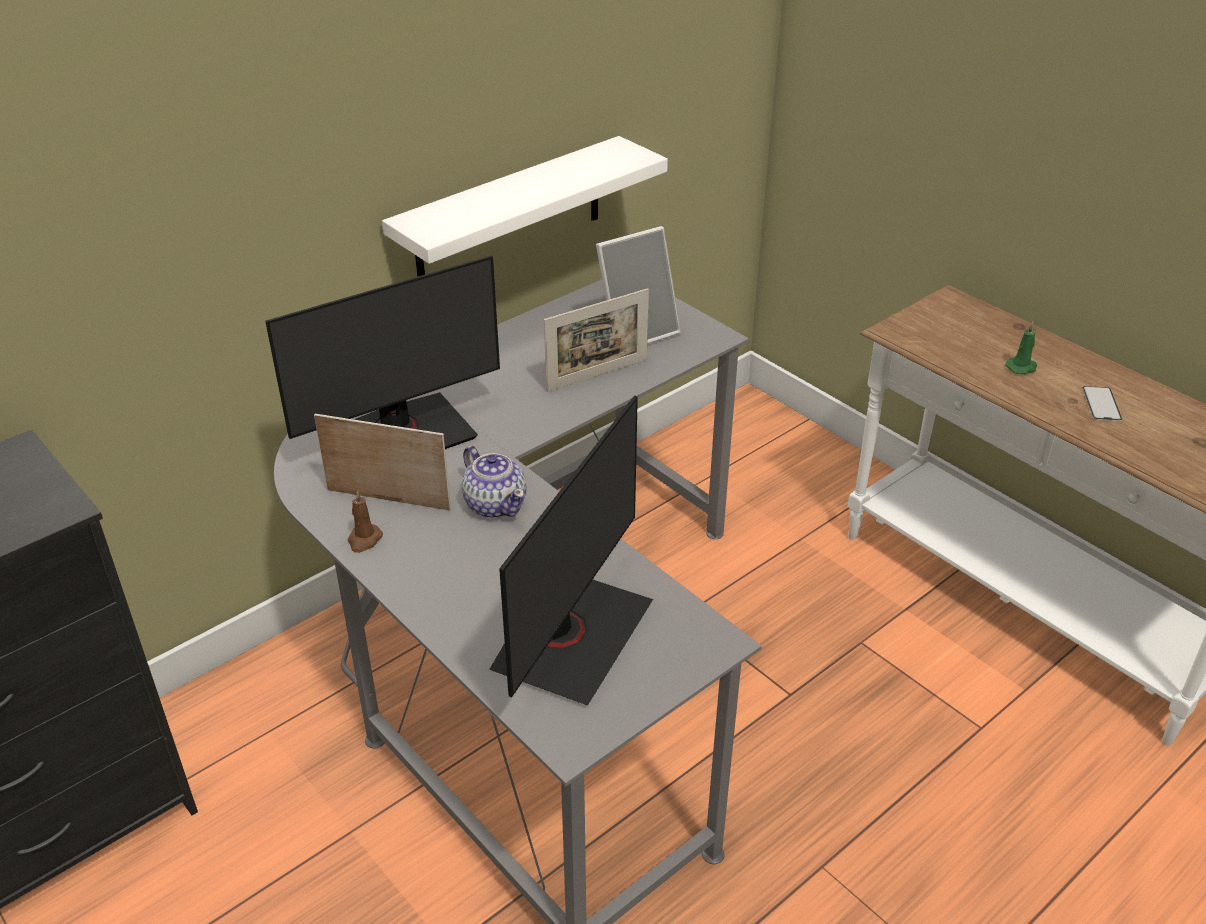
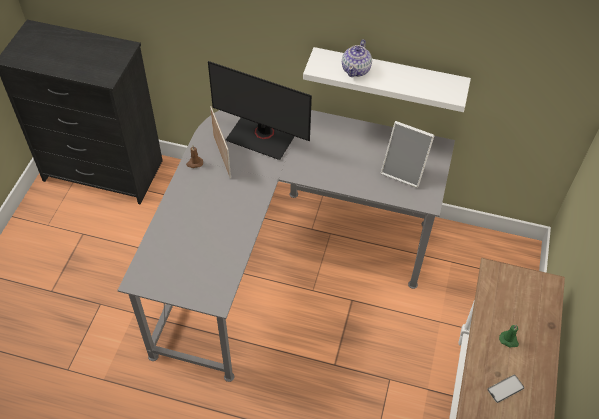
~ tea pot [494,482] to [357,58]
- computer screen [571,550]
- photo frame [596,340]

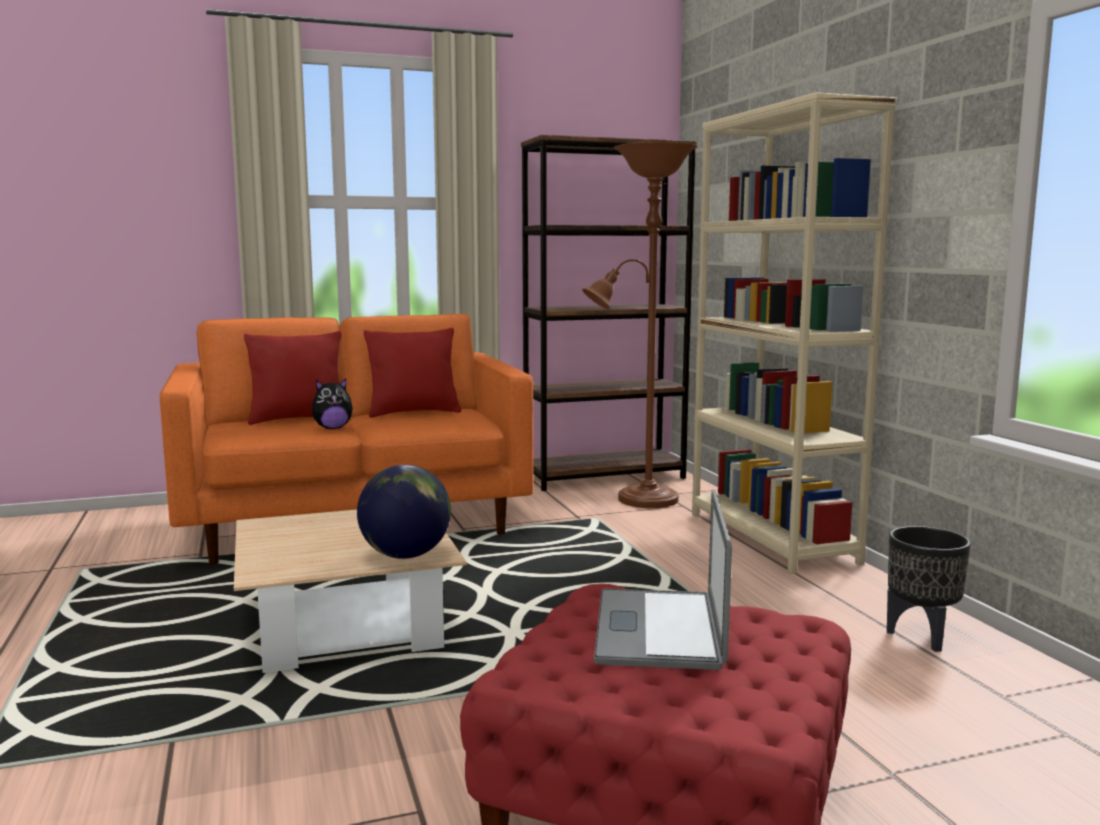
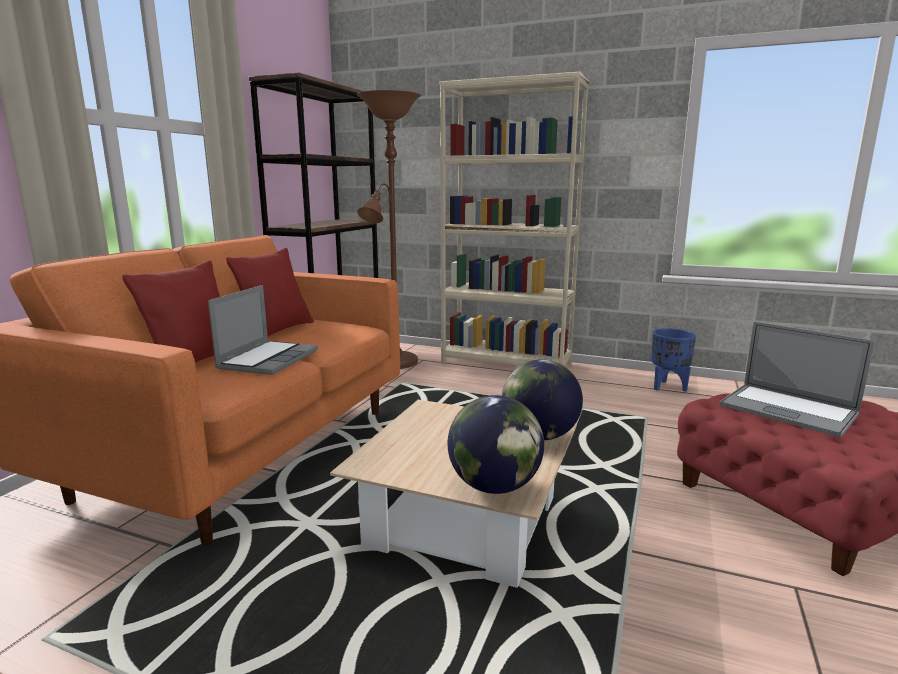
~ plush toy [332,404] to portable computer [263,330]
~ planter (blackish) [929,589] to planter (bluish) [673,359]
+ world globe [496,444]

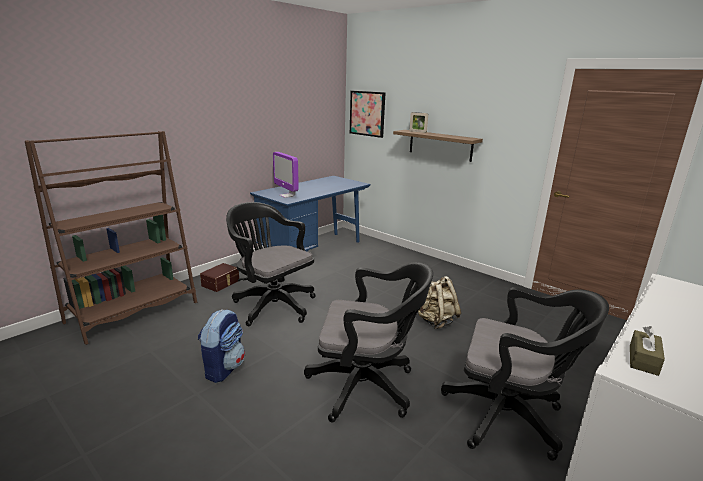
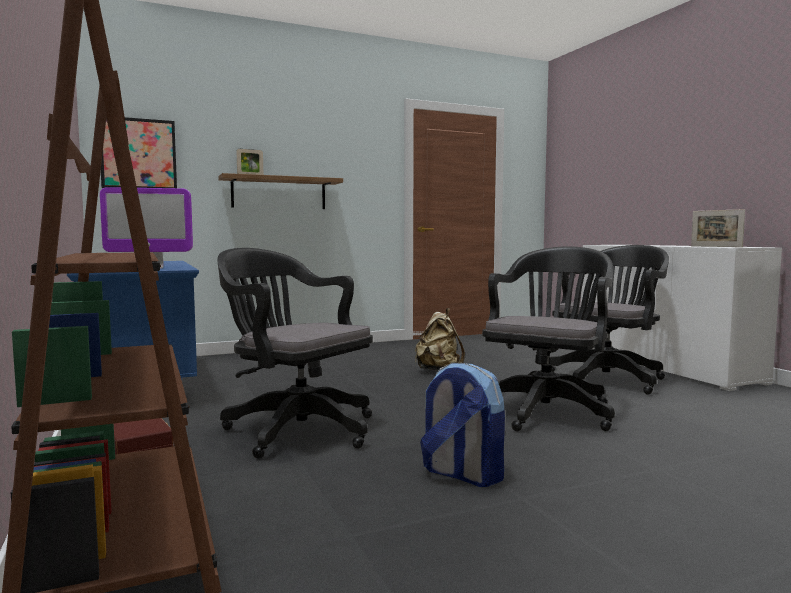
~ office chair (blackish) [271,264] = [295,353] 60 degrees clockwise
~ tissue holder (brown) [647,351] to photo frame [718,228]

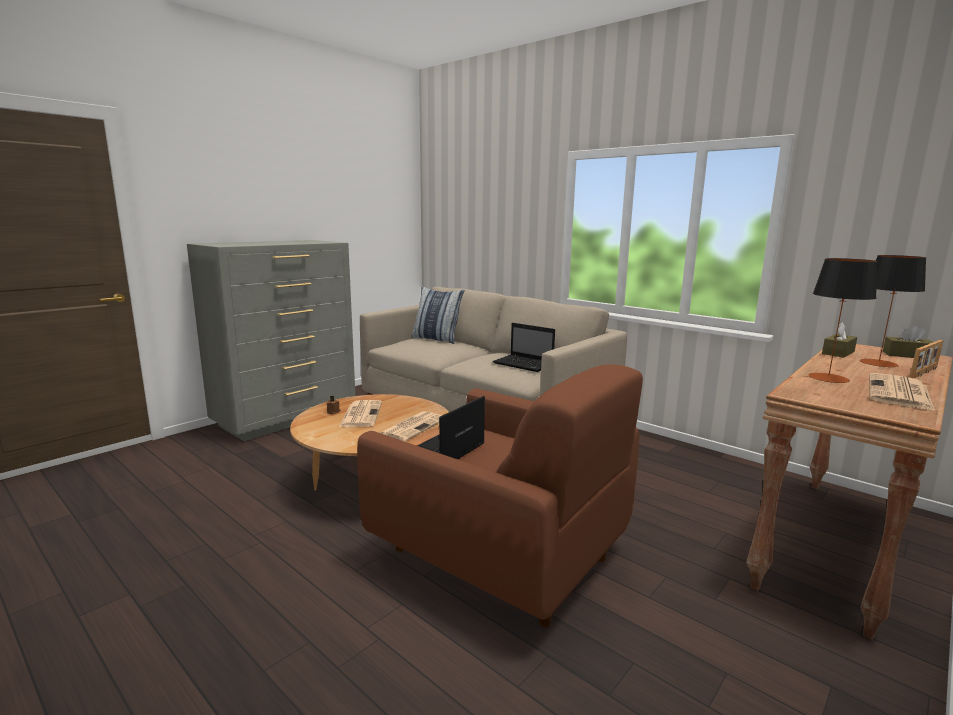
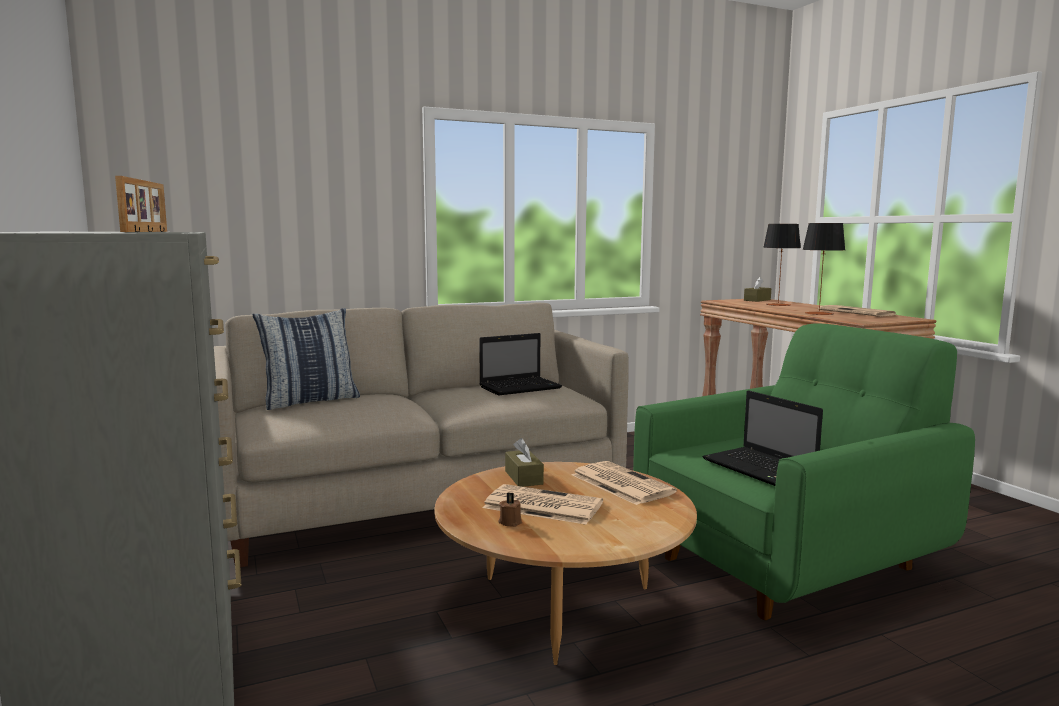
~ lounge chair (brown) [500,495] to lounge chair (green-coloured) [804,471]
~ tissue holder (brown) [839,340] to [524,462]
~ photo frame [927,359] to [141,204]

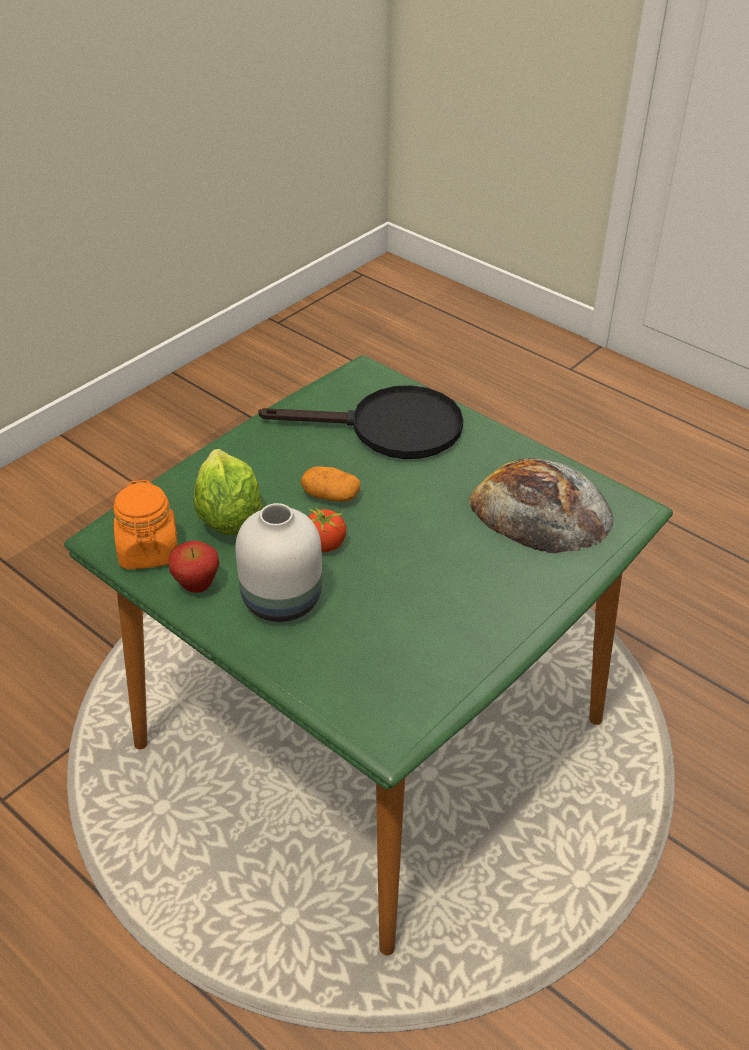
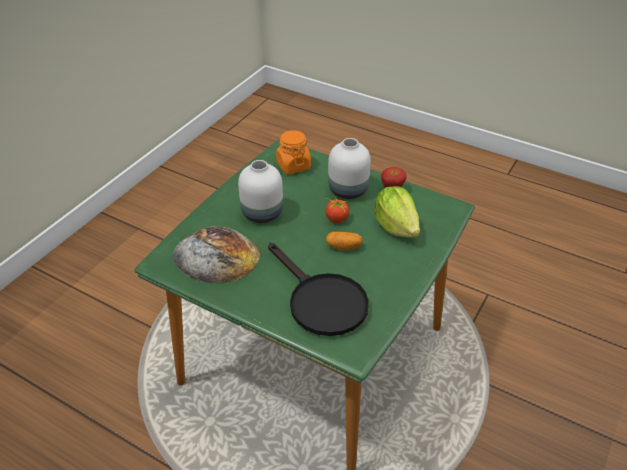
~ jar (orangey) [145,524] to [293,152]
~ pan (blackish) [360,422] = [318,289] 120 degrees counterclockwise
+ decorative vase (whitish) [260,191]

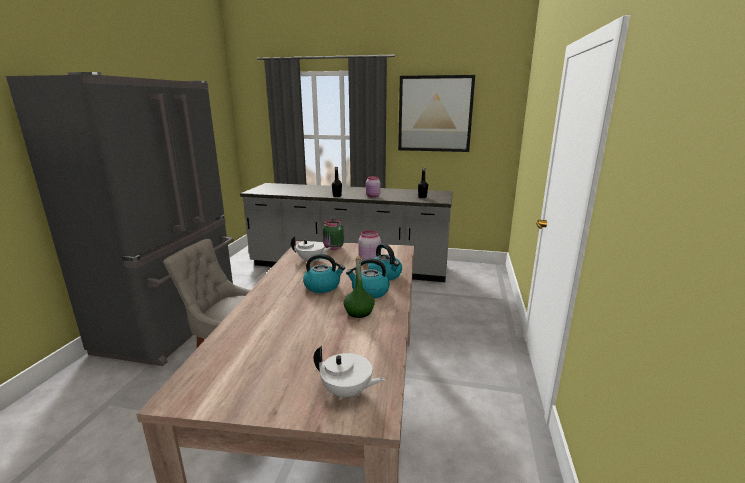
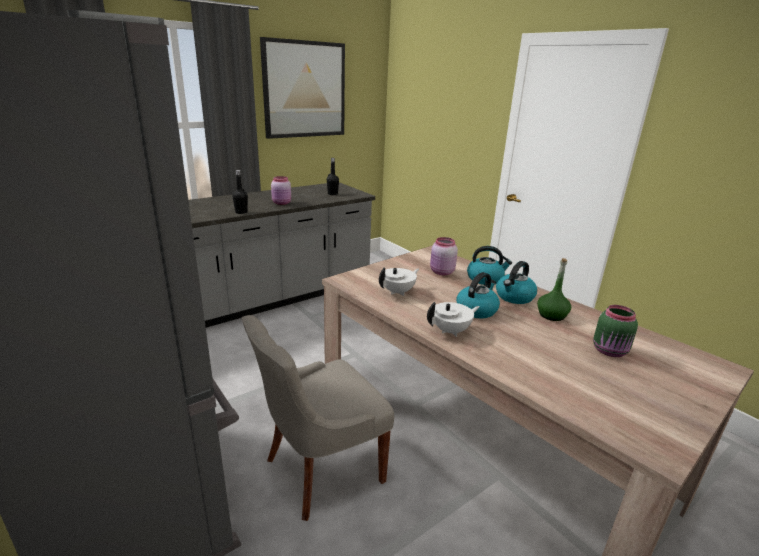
~ tea pot (whitish) [349,373] to [453,319]
~ jar (green-coloured) [333,234] to [615,331]

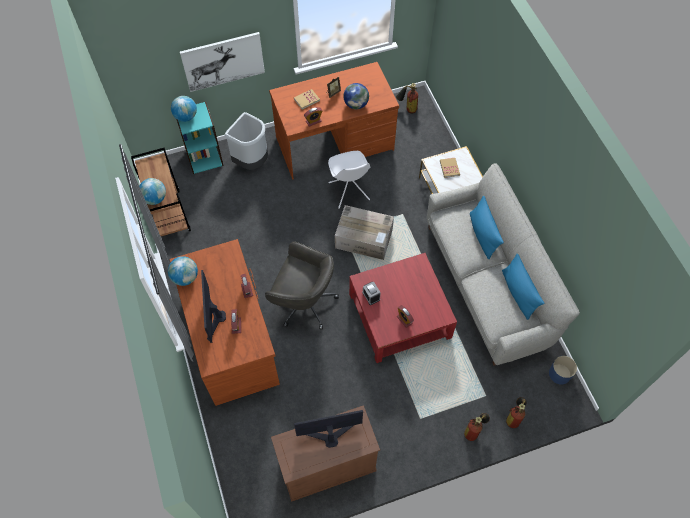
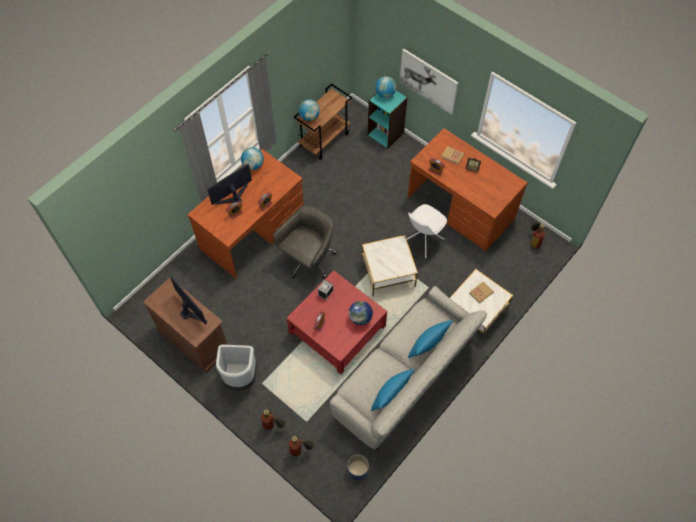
~ waste bin (grey) [246,141] to [236,367]
~ office chair (grey) [302,285] = [305,242] 135 degrees counterclockwise
~ packing box [364,232] to end table [389,265]
~ world globe [356,96] to [361,313]

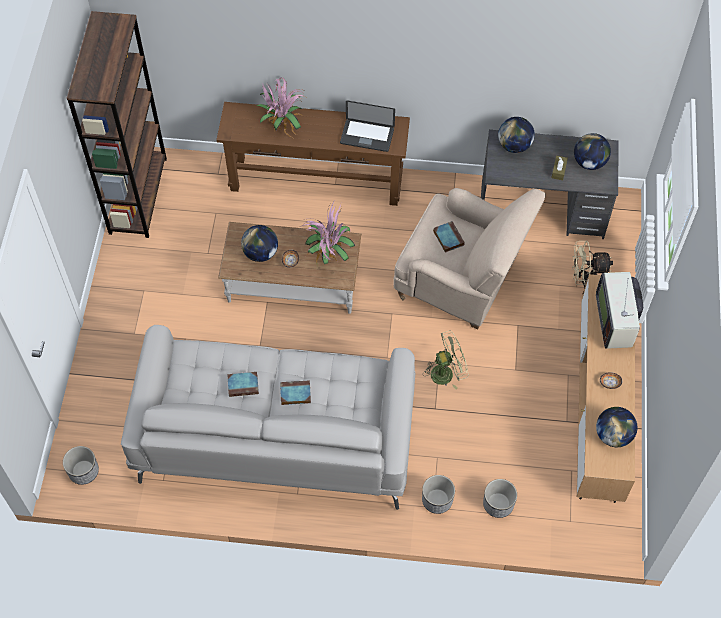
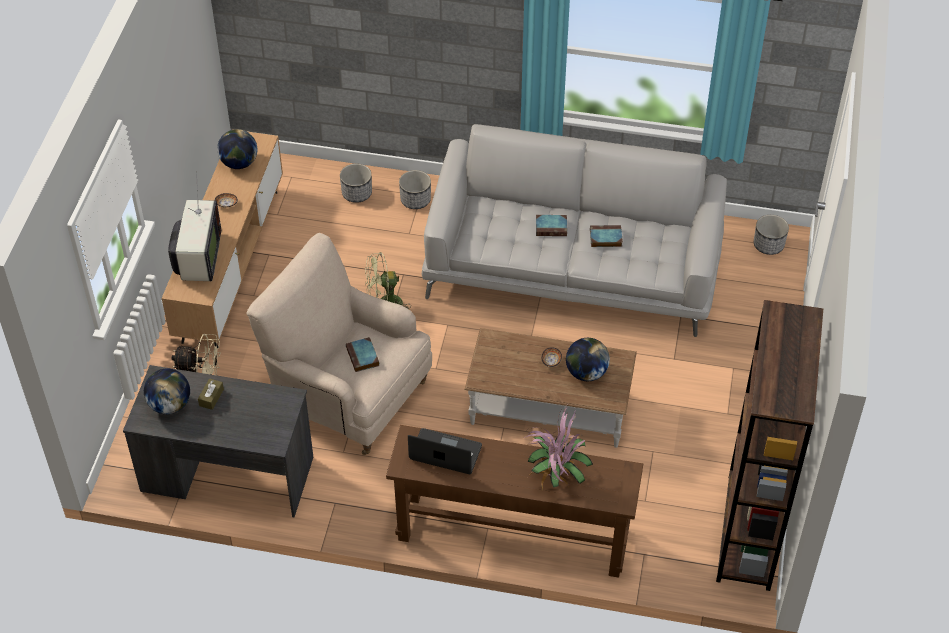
- potted plant [327,233]
- world globe [516,135]

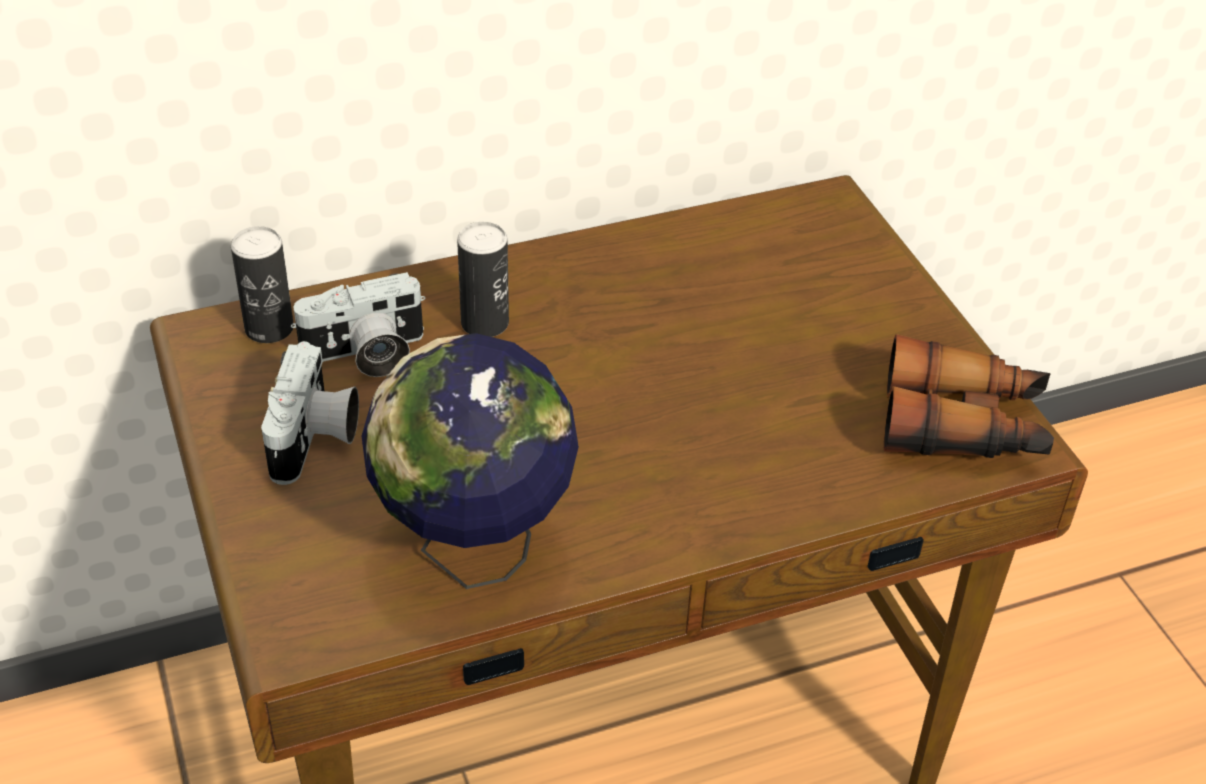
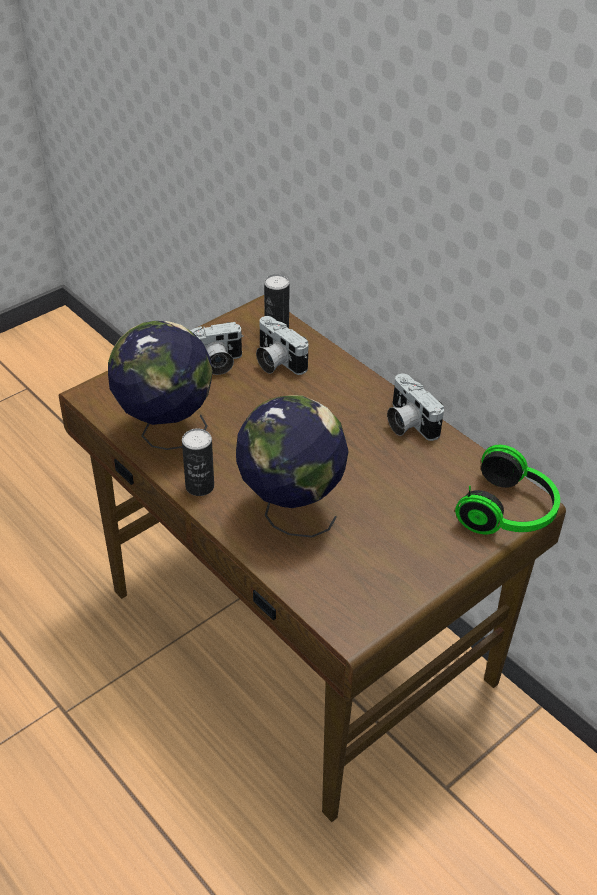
~ sealed can [483,279] to [198,462]
- field glasses [969,396]
+ world globe [292,466]
+ photo camera [415,407]
+ headphones [507,489]

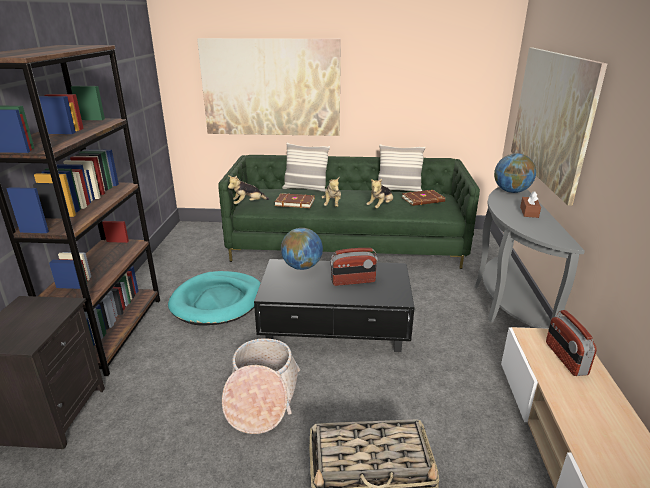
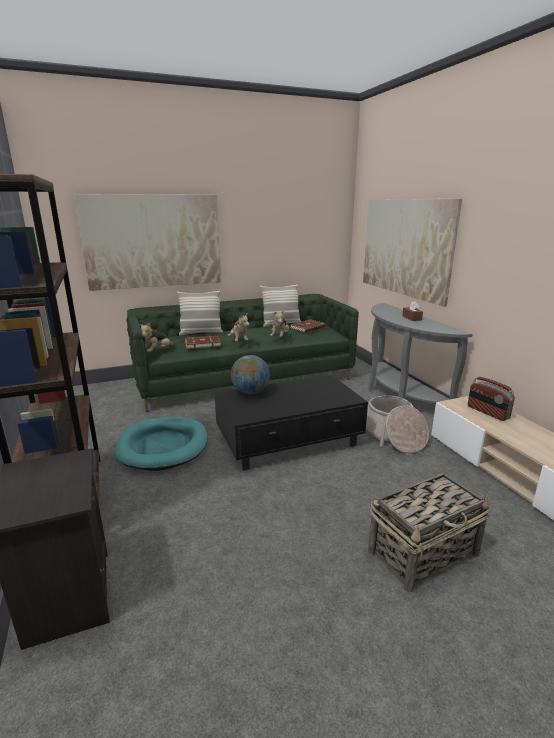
~ household basket [261,386] to [397,424]
- radio receiver [354,267]
- world globe [515,173]

